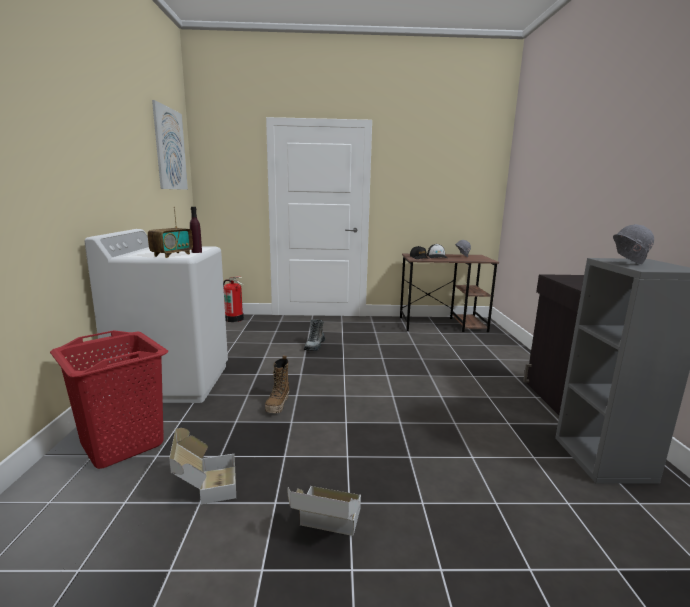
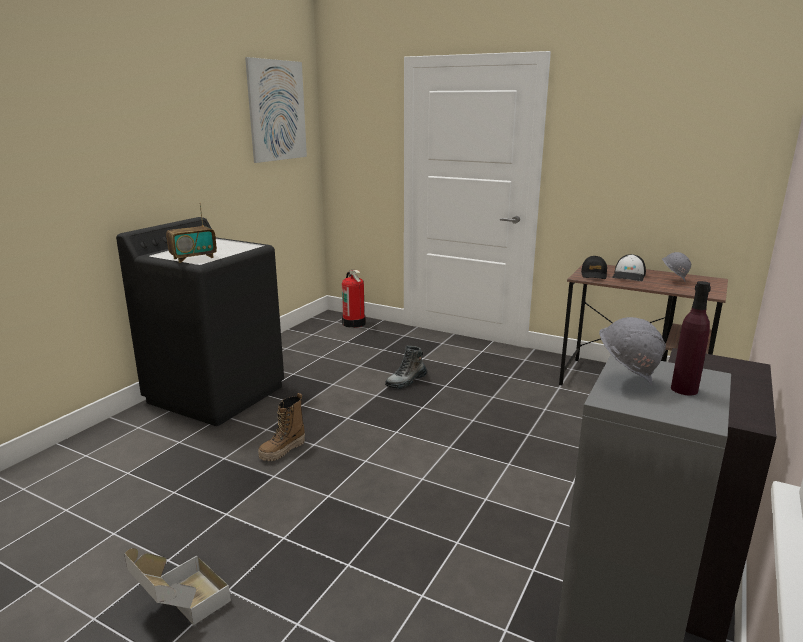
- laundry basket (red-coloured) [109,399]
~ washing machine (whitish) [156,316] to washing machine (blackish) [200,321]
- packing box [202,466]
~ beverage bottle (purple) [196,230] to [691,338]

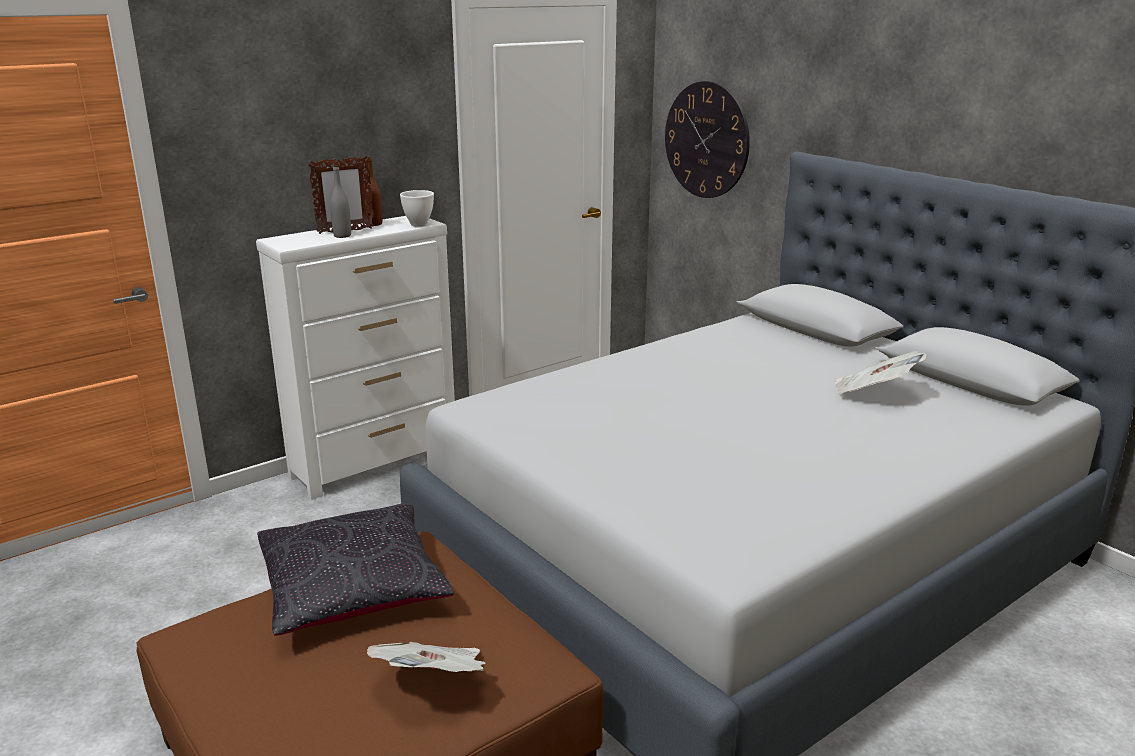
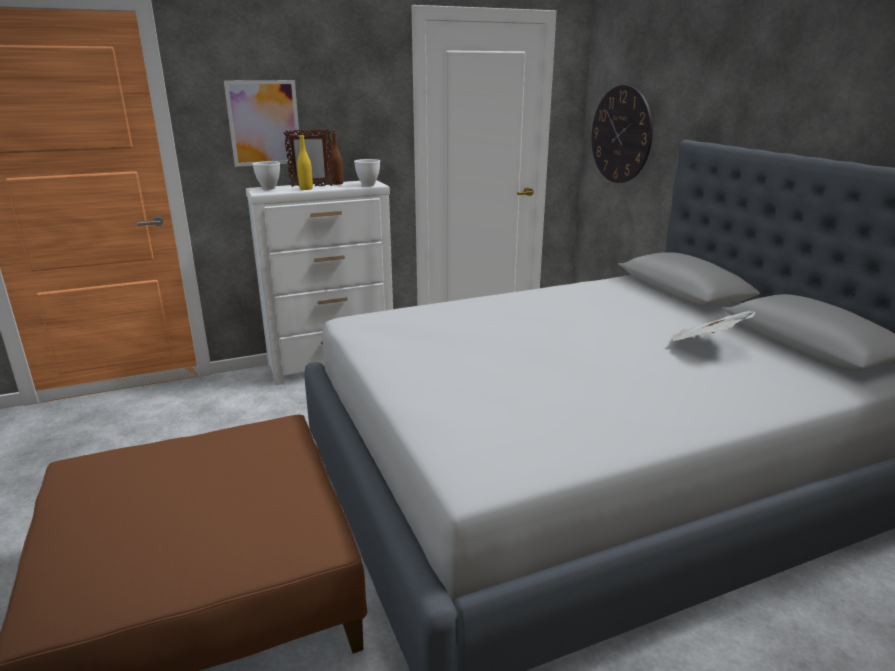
- cushion (blackish) [355,569]
~ beverage bottle (grey) [340,201] to beverage bottle (yellow) [305,162]
- printed paper [426,657]
+ wall picture [261,123]
+ deep dish (whitish) [266,175]

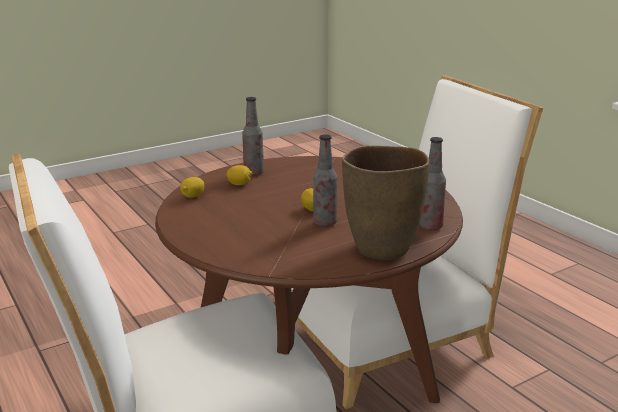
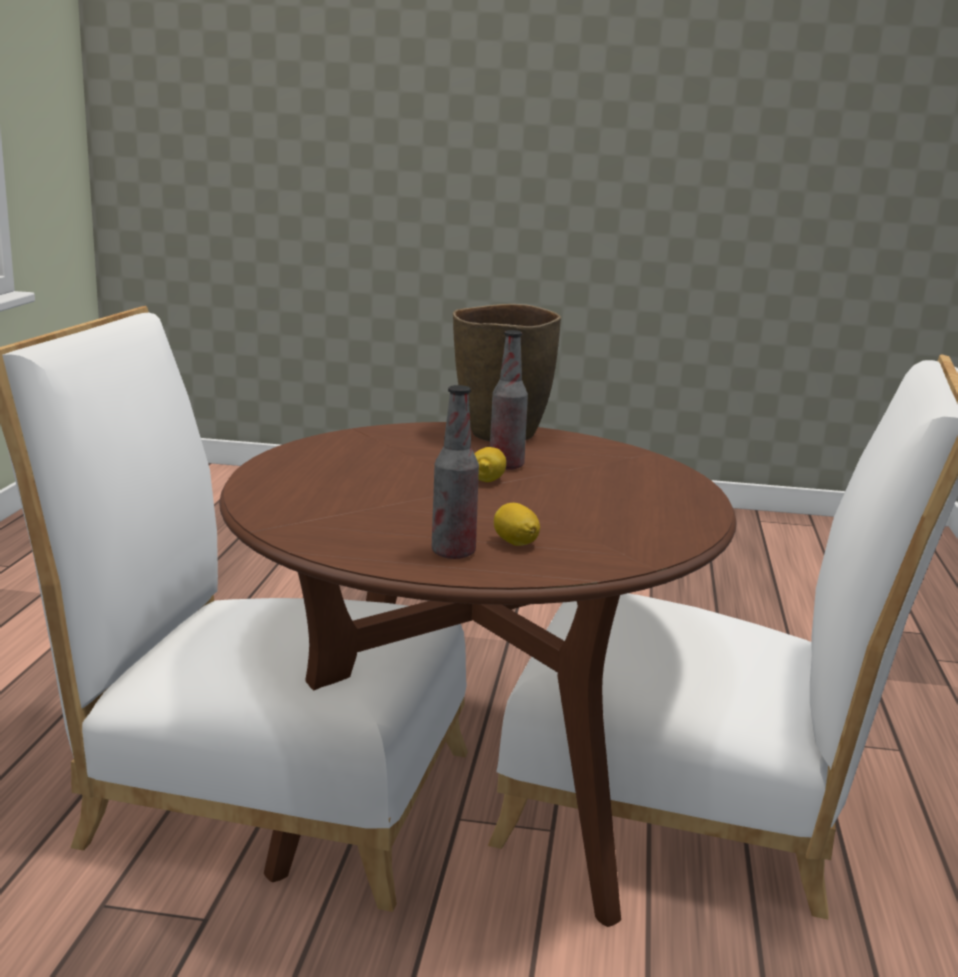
- lemon [192,187]
- beverage bottle [432,183]

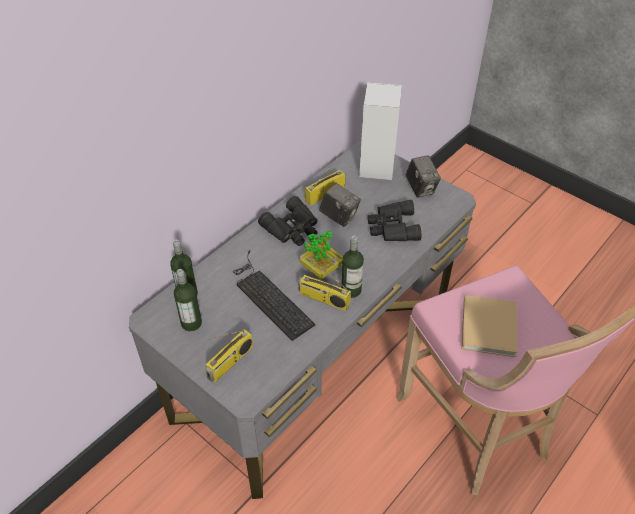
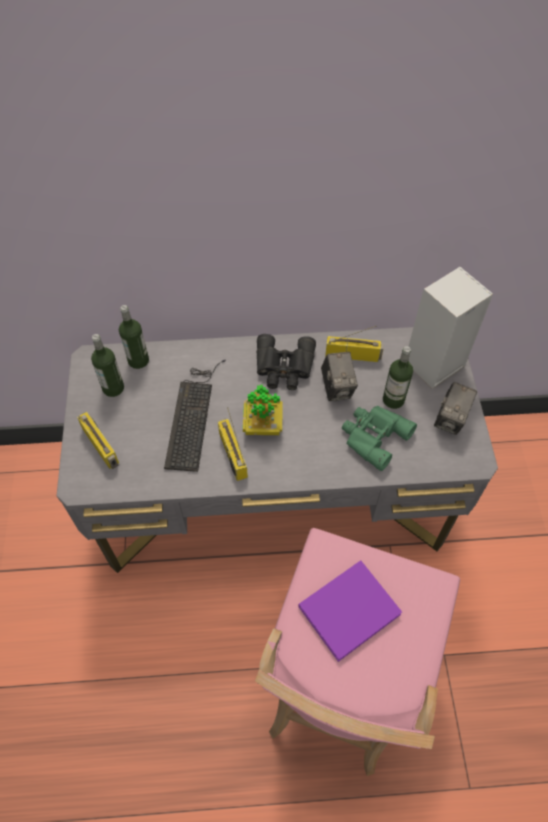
~ radio receiver [229,355] = [98,440] 120 degrees counterclockwise
~ beverage bottle [353,267] to [398,377]
~ field glasses (blackish) [394,220] to field glasses (green-coloured) [379,438]
~ book (beige-coloured) [489,326] to book (purple) [350,611]

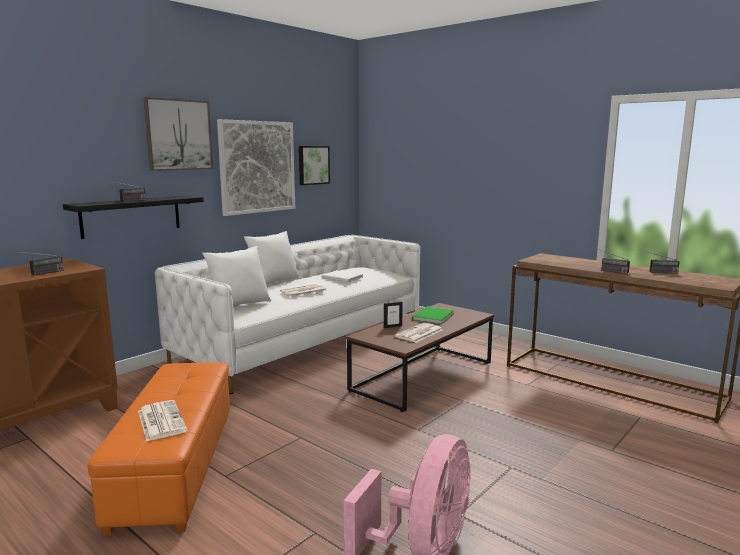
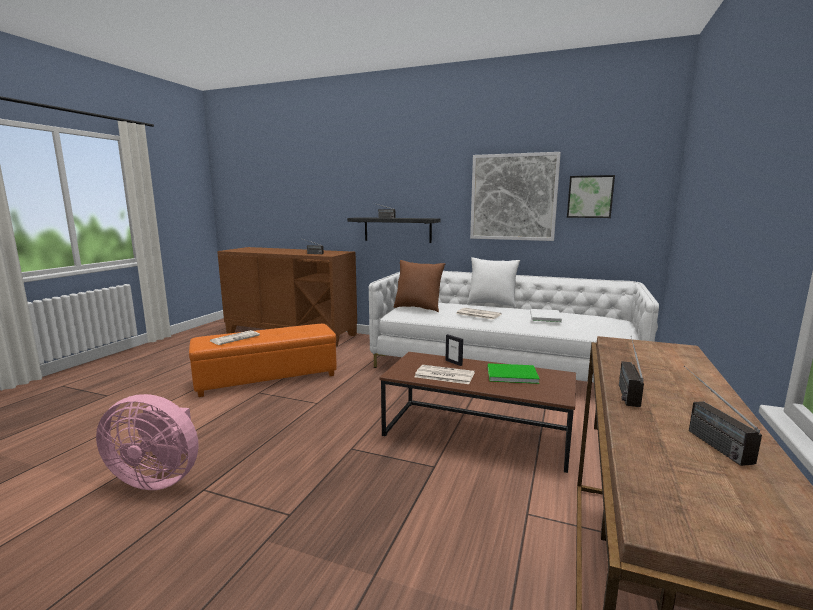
- wall picture [178,134]
~ cushion (whitish) [236,276] to cushion (brown) [419,286]

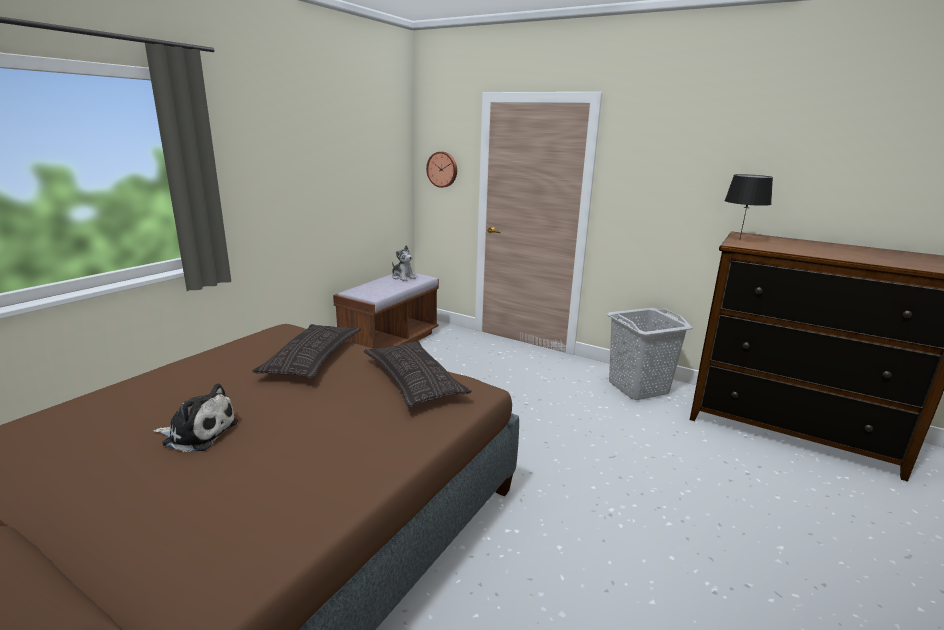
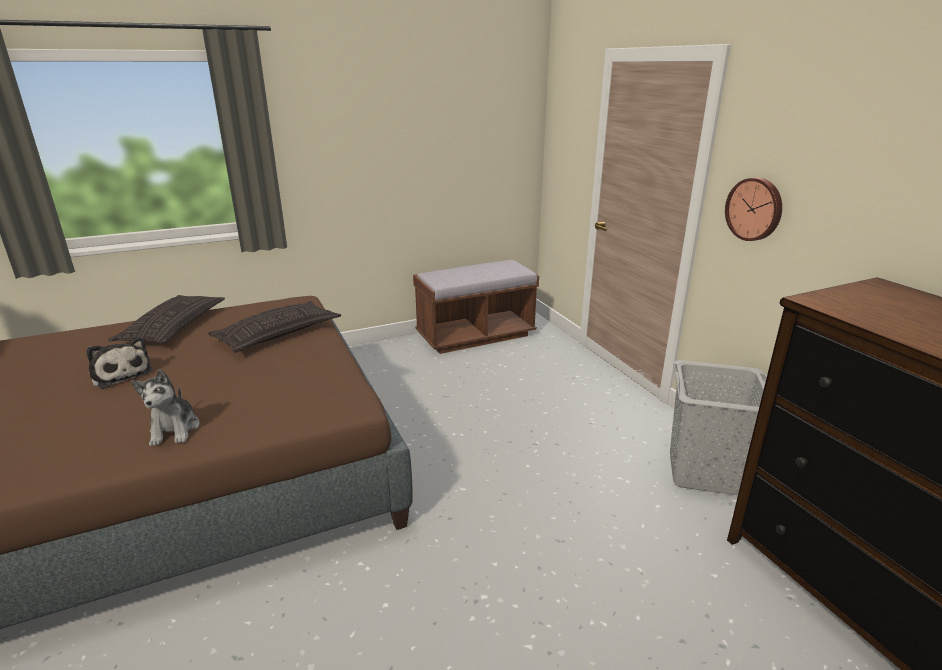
~ cushion [418,374] to [166,319]
~ plush toy [404,263] to [165,407]
~ clock on the wall [441,170] to [753,209]
- lamp for a table (blackish) [749,206]

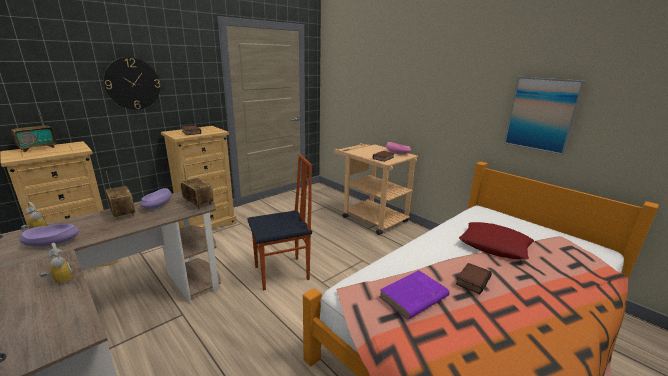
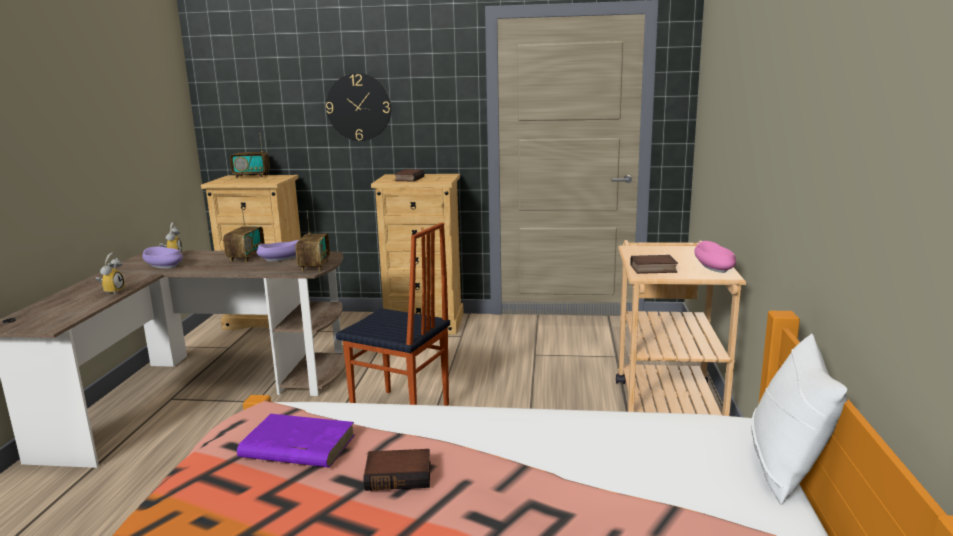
- cushion (red-coloured) [496,241]
- wall picture [544,116]
+ cushion (whitish) [799,419]

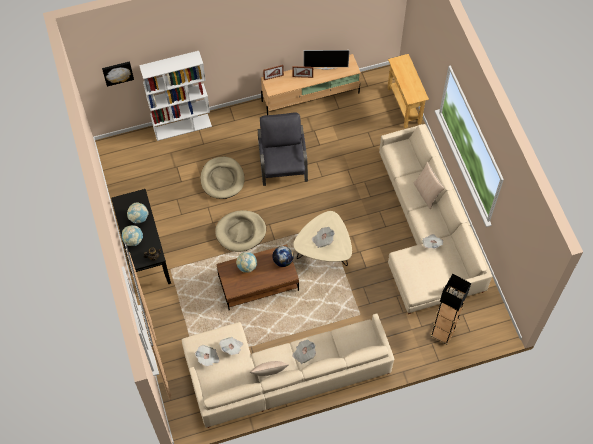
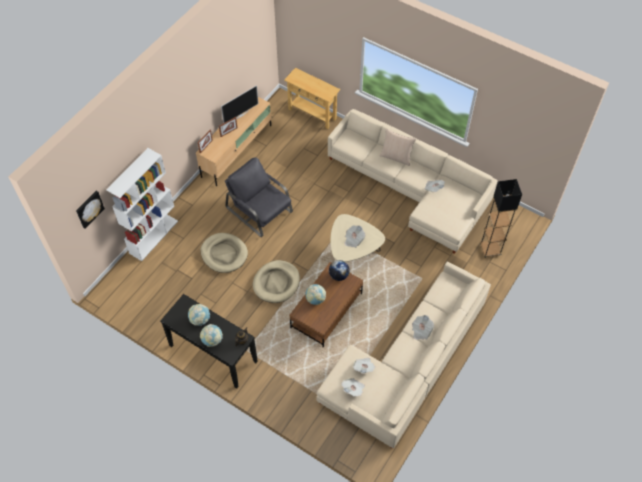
- cushion (beige-coloured) [269,368]

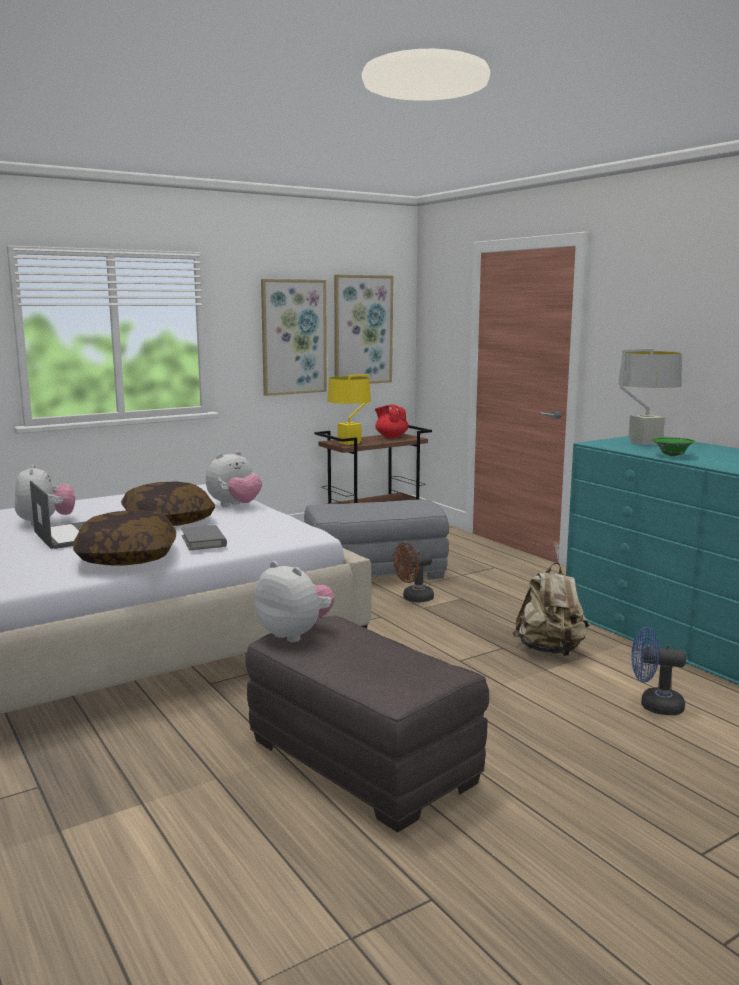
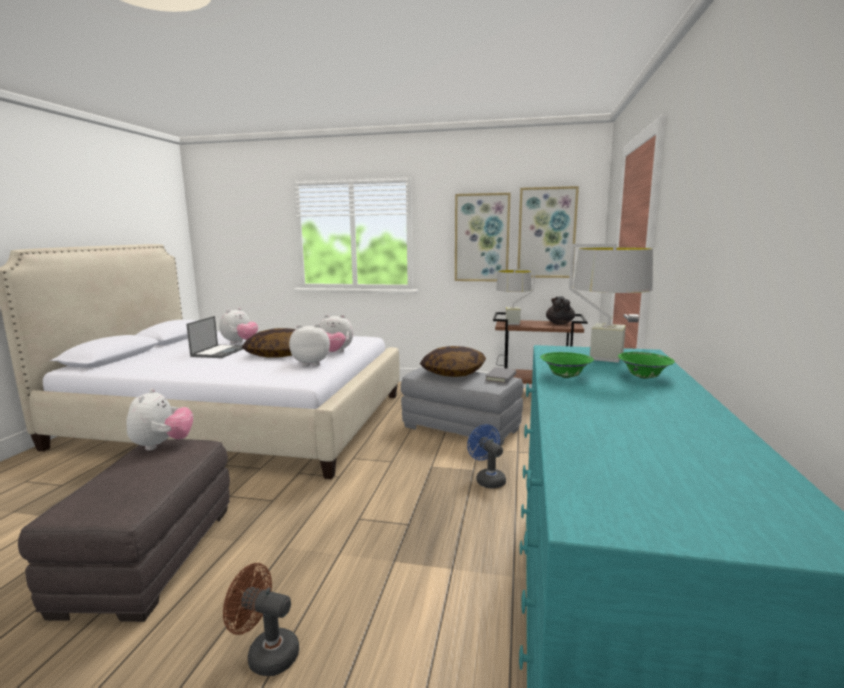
~ cushion [124,538] to [453,361]
~ book (grey) [204,537] to [500,375]
~ lamp for a table (yellow) [349,409] to lamp for a table (grey) [515,297]
~ tea pot (red-coloured) [391,421] to tea pot (blackish) [560,310]
~ electric fan (brown) [413,572] to [261,619]
- knapsack (beige-coloured) [551,609]
~ electric fan (bluish) [658,671] to [486,456]
+ plush toy [309,345]
+ deep dish (green-coloured) [646,365]

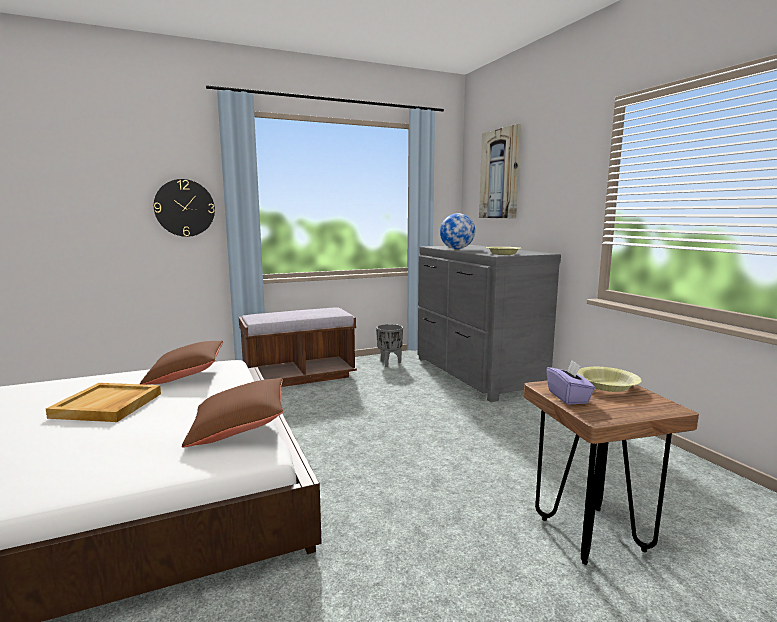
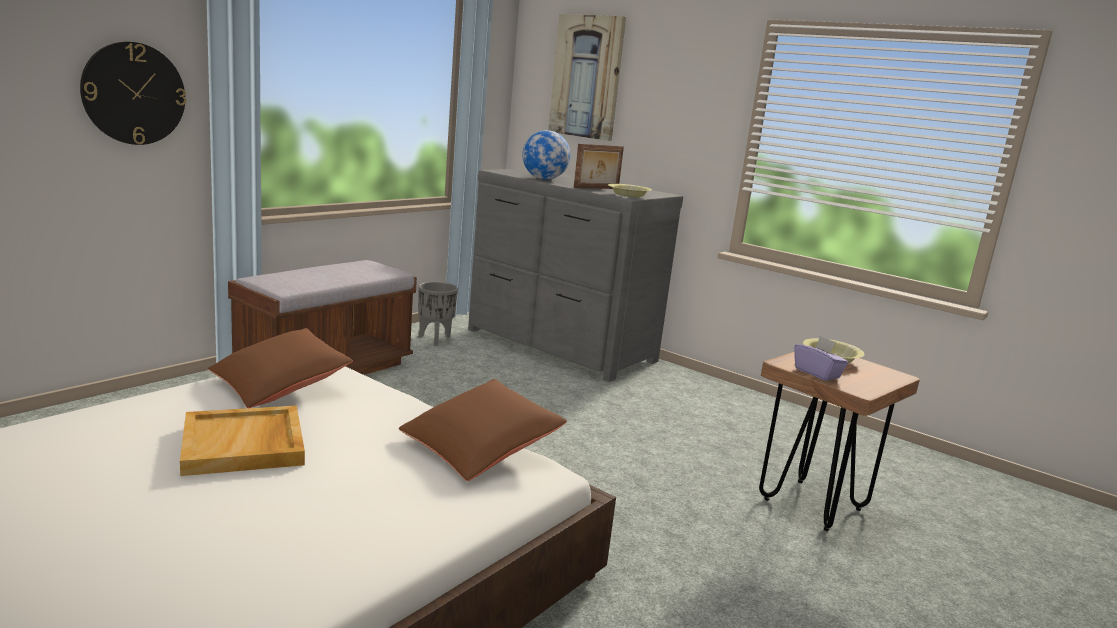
+ photo frame [598,166]

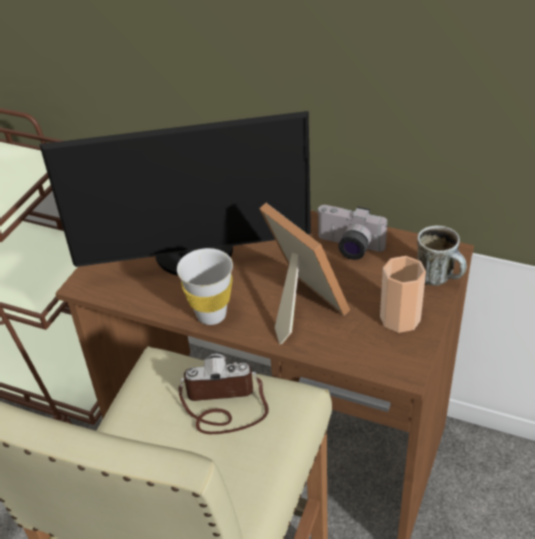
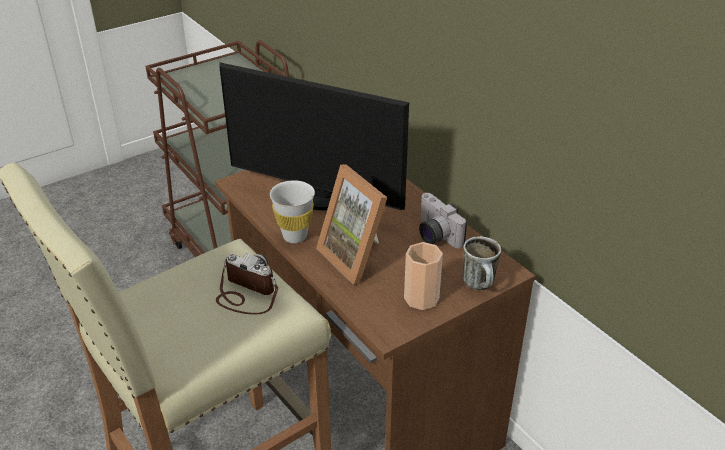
~ photo frame [304,273] = [352,225] 150 degrees clockwise

